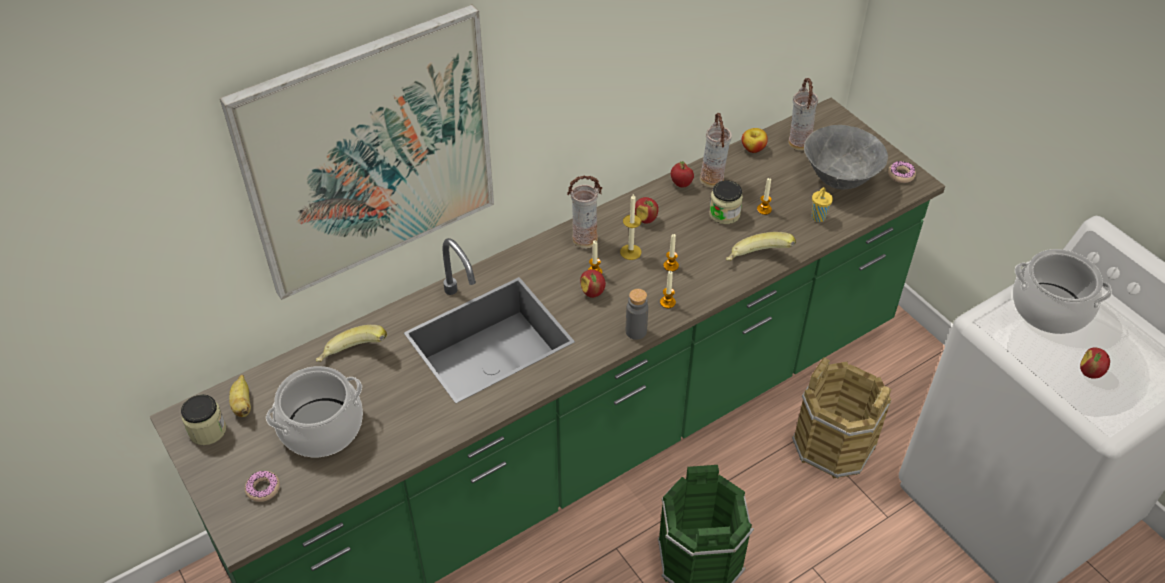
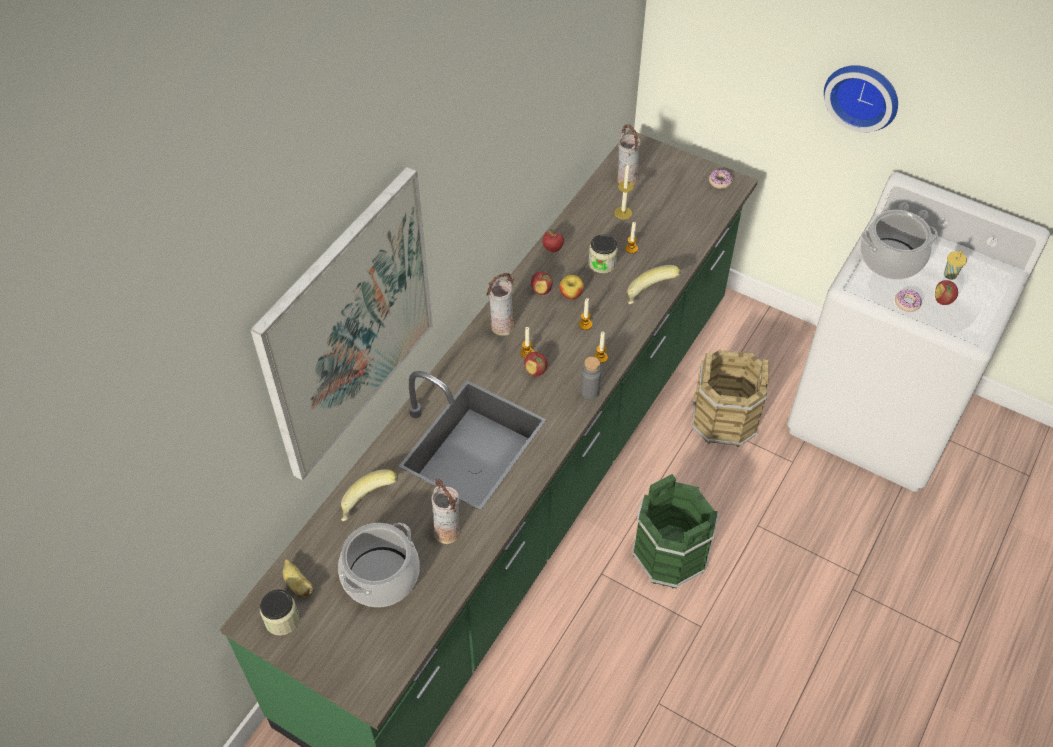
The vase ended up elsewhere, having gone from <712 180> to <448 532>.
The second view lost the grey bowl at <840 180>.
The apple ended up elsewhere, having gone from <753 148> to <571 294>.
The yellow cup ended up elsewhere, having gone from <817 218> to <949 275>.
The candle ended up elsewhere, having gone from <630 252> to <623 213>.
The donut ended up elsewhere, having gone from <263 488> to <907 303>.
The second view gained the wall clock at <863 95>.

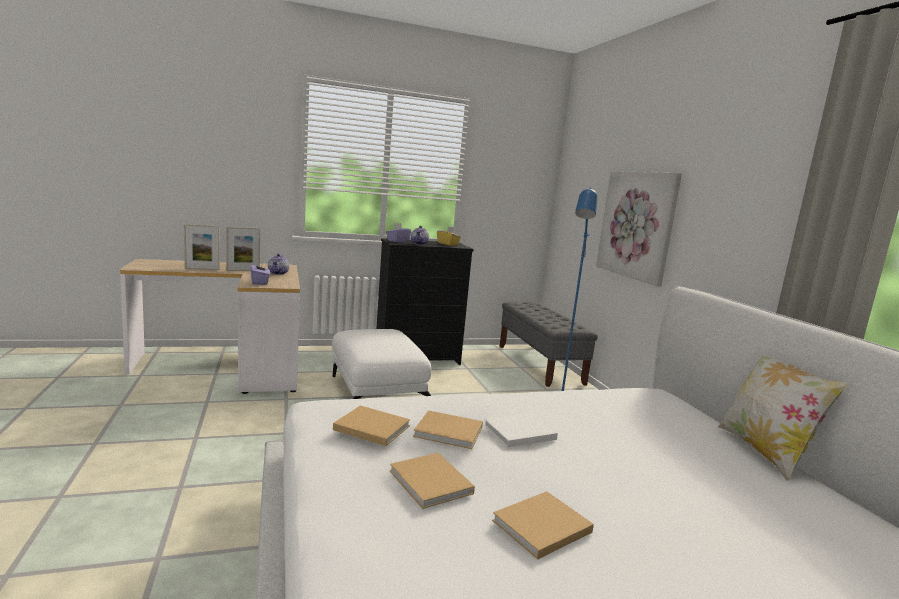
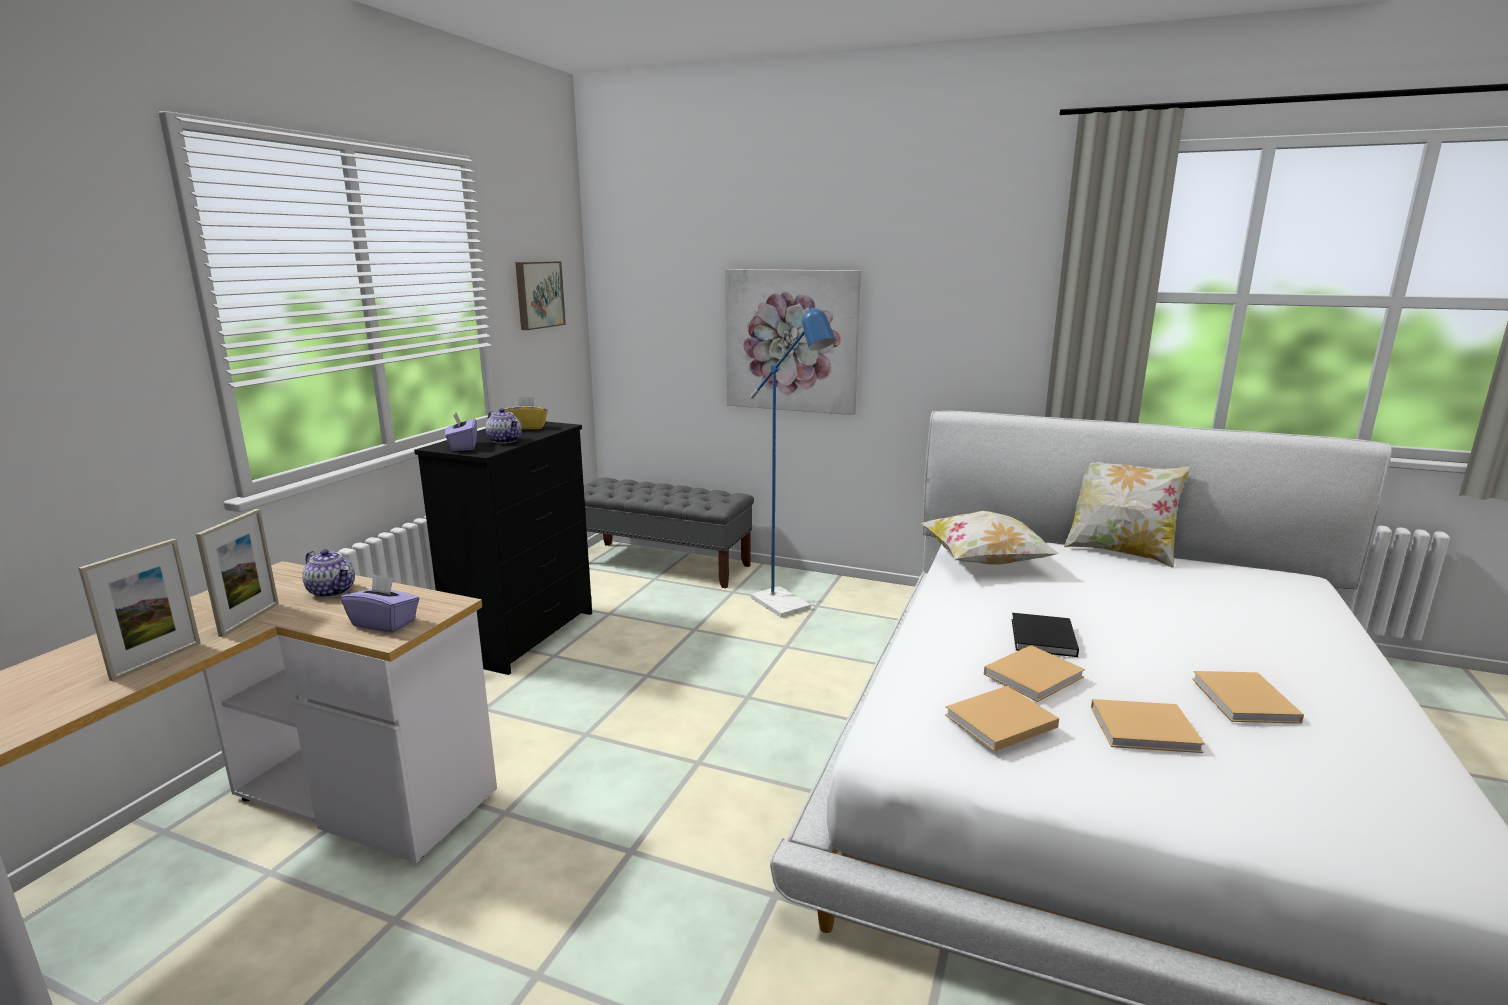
The second view lost the white ottoman at <376 392>.
What was the white book at <517 432> turned into the black book at <1043 638>.
The second view gained the picture at <538 294>.
The second view gained the pillow at <984 562>.

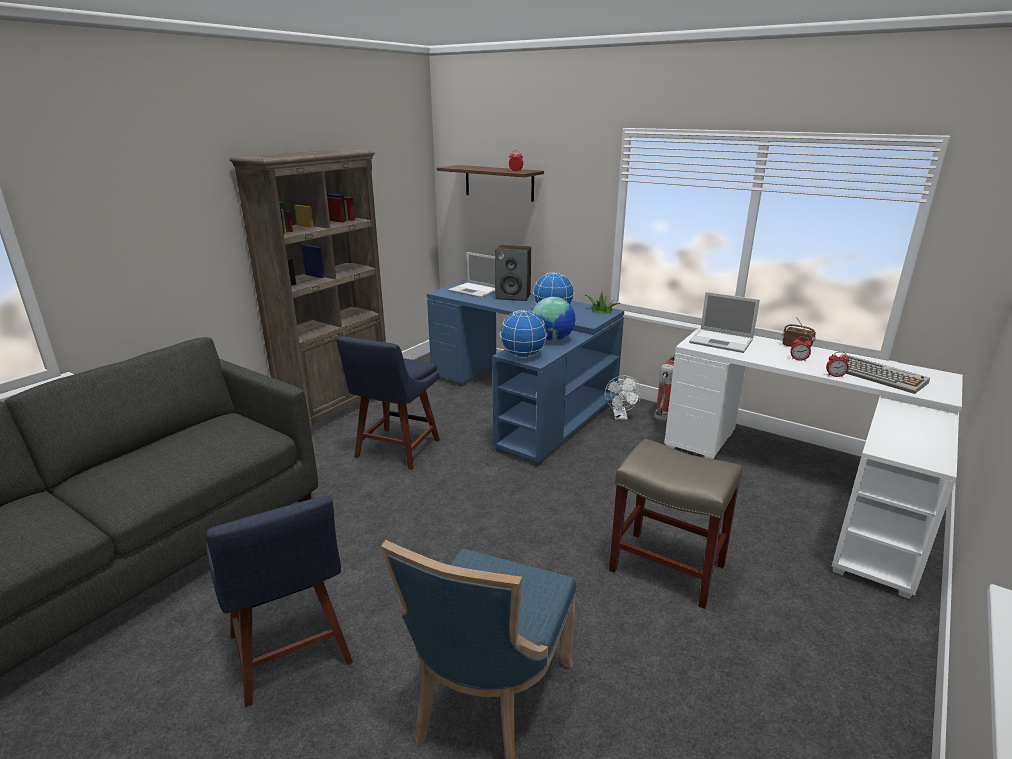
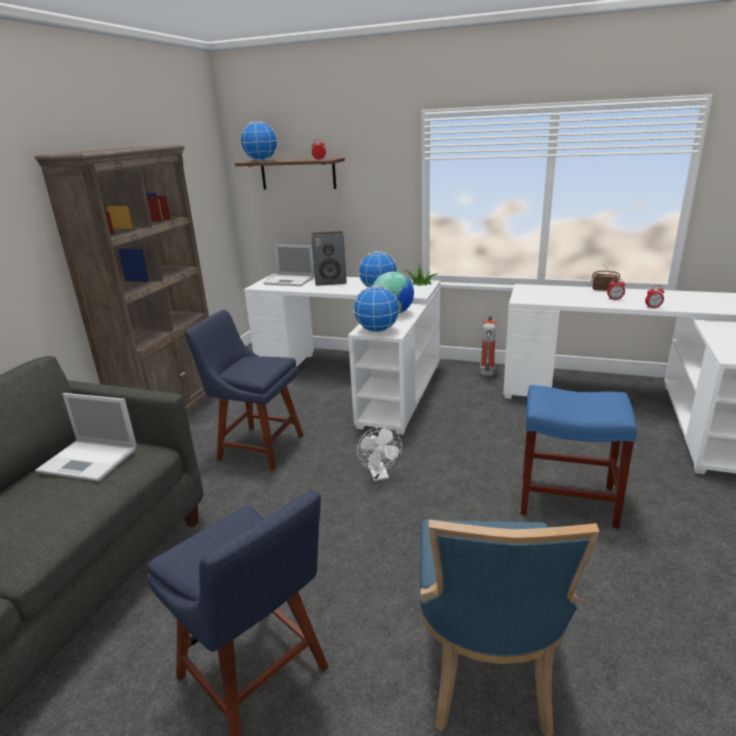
What was the blue desk at <526 401> turned into the white desk at <358 379>.
The laptop ended up elsewhere, having gone from <722 341> to <90 460>.
The blue chair at <395 450> ended up facing another way, 105 degrees clockwise from before.
The second view lost the keyboard at <877 375>.
The white fan ended up elsewhere, having gone from <620 416> to <379 475>.
What was the beige stool at <665 567> turned into the blue stool at <565 500>.
The second view gained the globe at <261 160>.

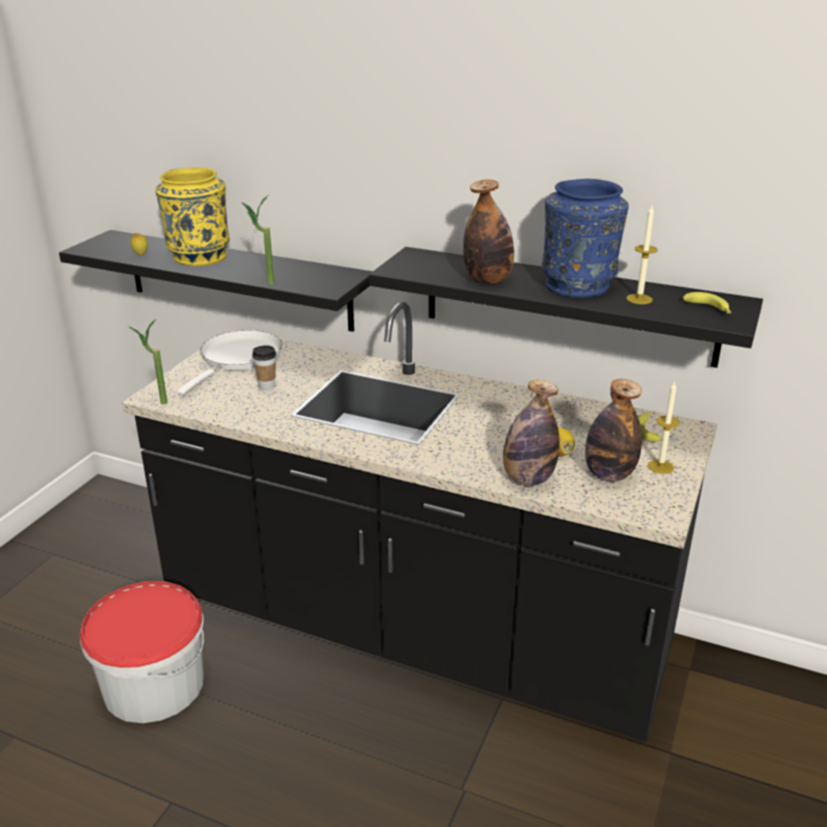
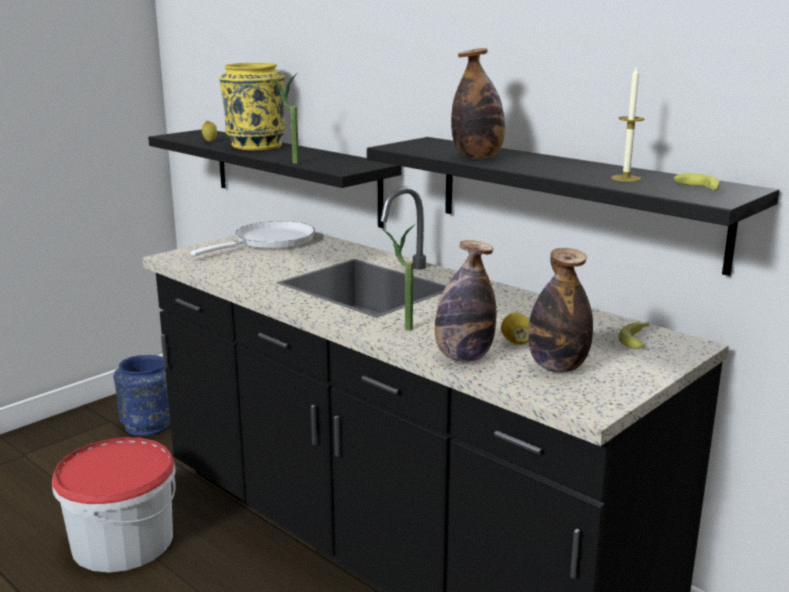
The blue vase ended up elsewhere, having gone from <578 285> to <148 426>.
The potted plant ended up elsewhere, having gone from <156 403> to <400 328>.
The second view lost the cup at <267 386>.
The second view lost the candle at <660 467>.

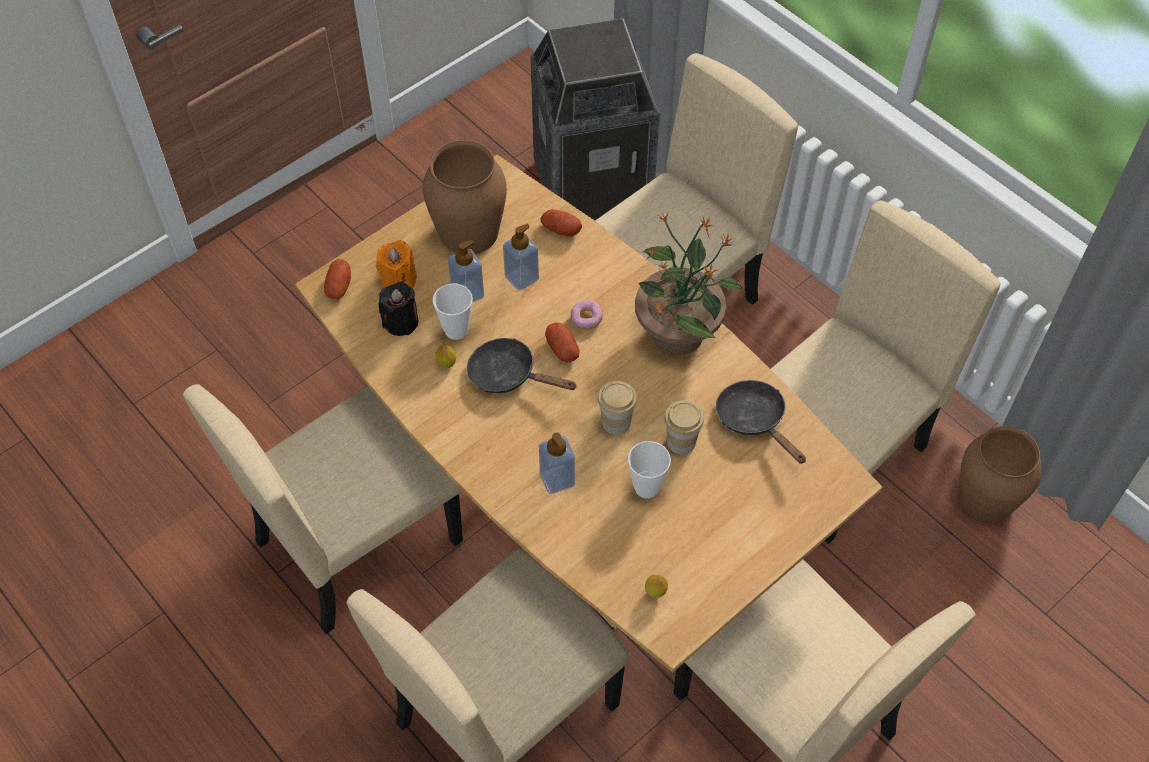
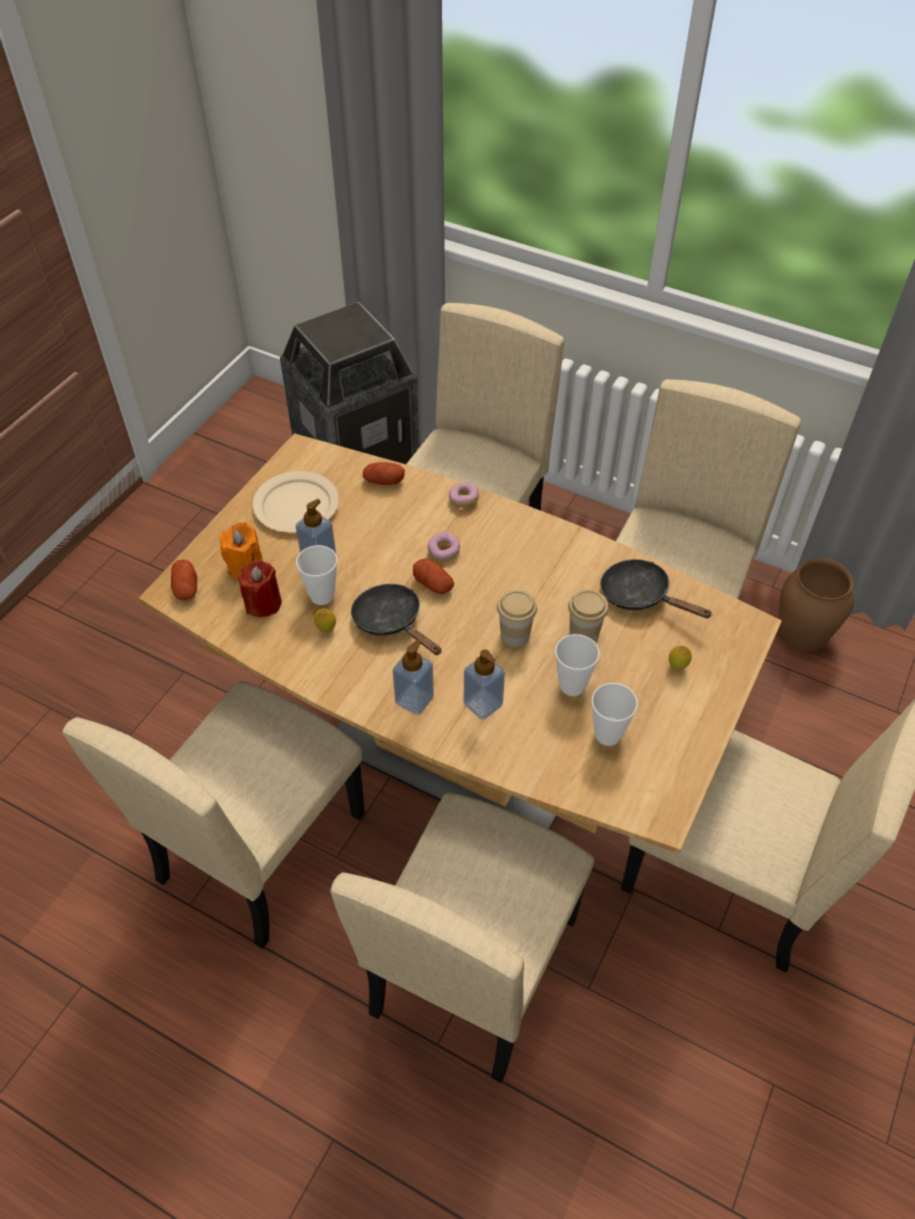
Where the brown vase stood at <469 231>, the beige plate came to stand at <297 505>.
The second view lost the potted plant at <678 332>.
The soap dispenser ended up elsewhere, having gone from <521 278> to <414 700>.
What was the black candle at <401 322> turned into the red candle at <263 603>.
The black frying pan at <508 375> ended up facing another way, 45 degrees clockwise from before.
The lemon ended up elsewhere, having gone from <655 593> to <677 667>.
The second view gained the donut at <463 500>.
The second view gained the cup at <607 734>.

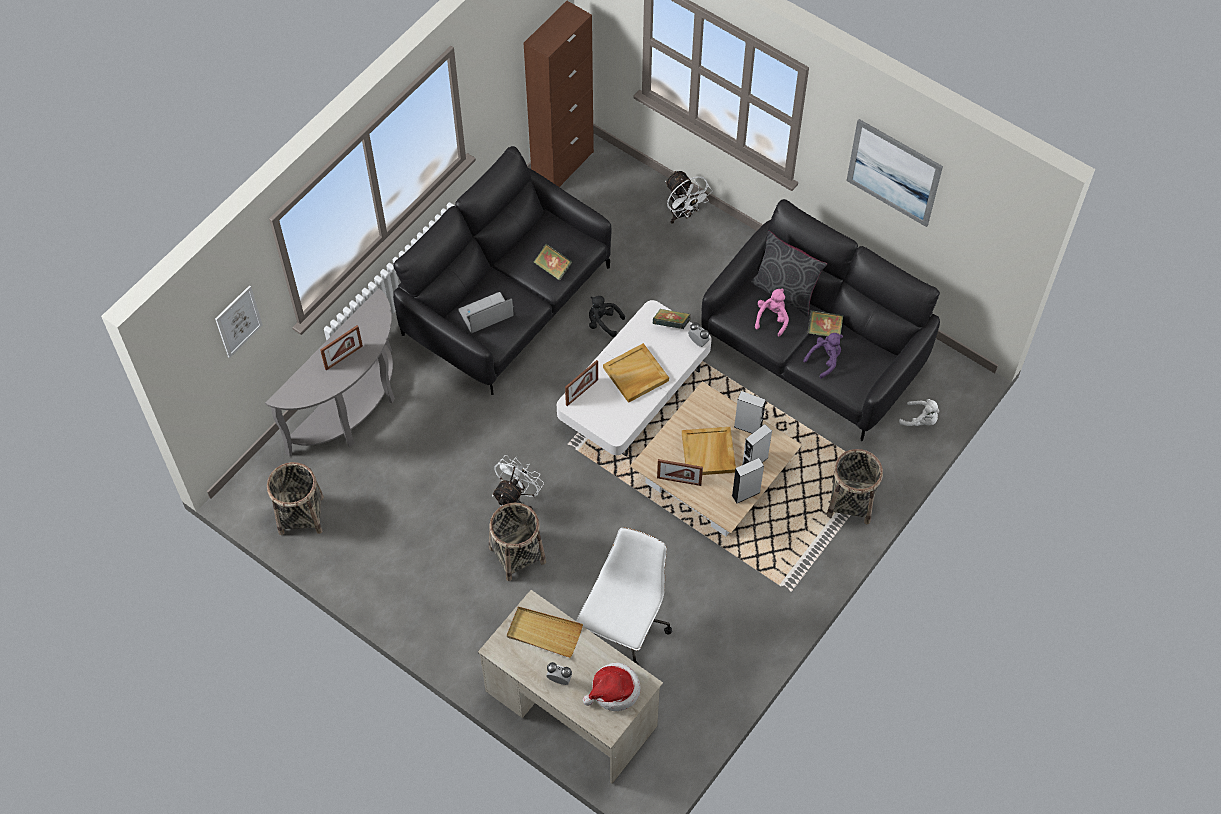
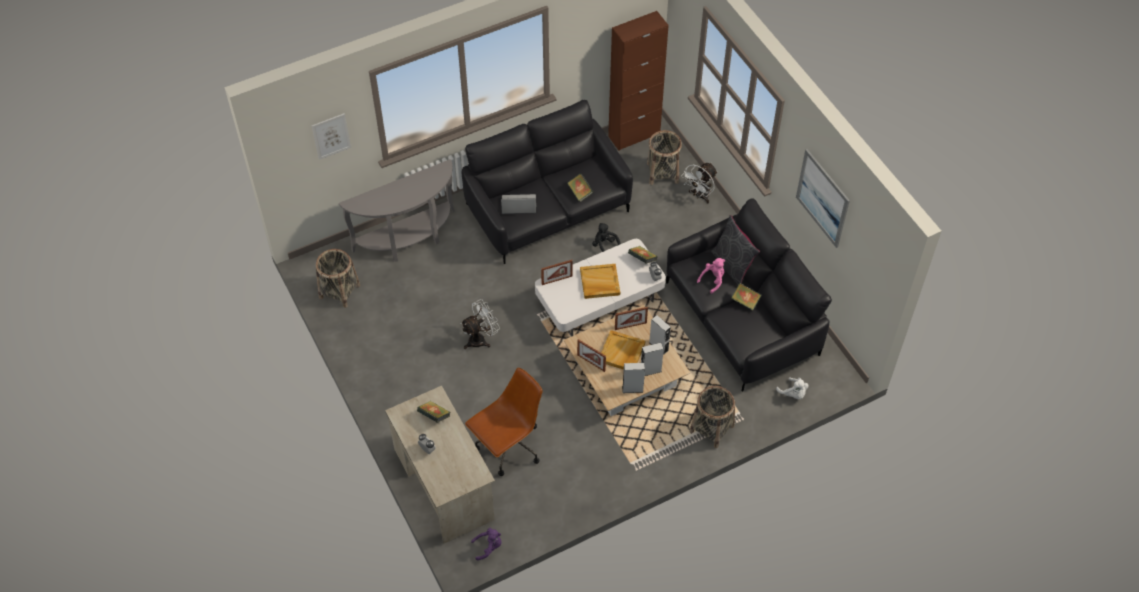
The white fan at <683 214> ended up facing another way, 45 degrees clockwise from before.
The picture frame ended up elsewhere, having gone from <344 357> to <630 326>.
The purple plush toy ended up elsewhere, having gone from <825 360> to <488 547>.
The basket ended up elsewhere, having gone from <517 554> to <663 173>.
What was the white office chair at <624 628> turned into the brown office chair at <508 447>.
Where the beige tray stood at <544 633>, the book came to stand at <434 416>.
The second view lost the hat at <614 691>.

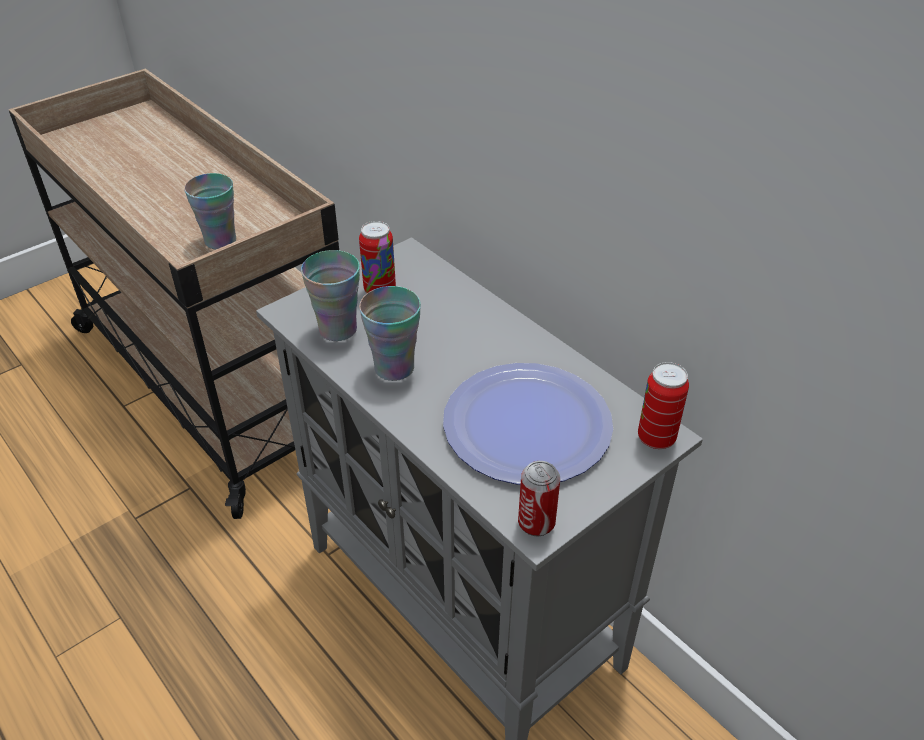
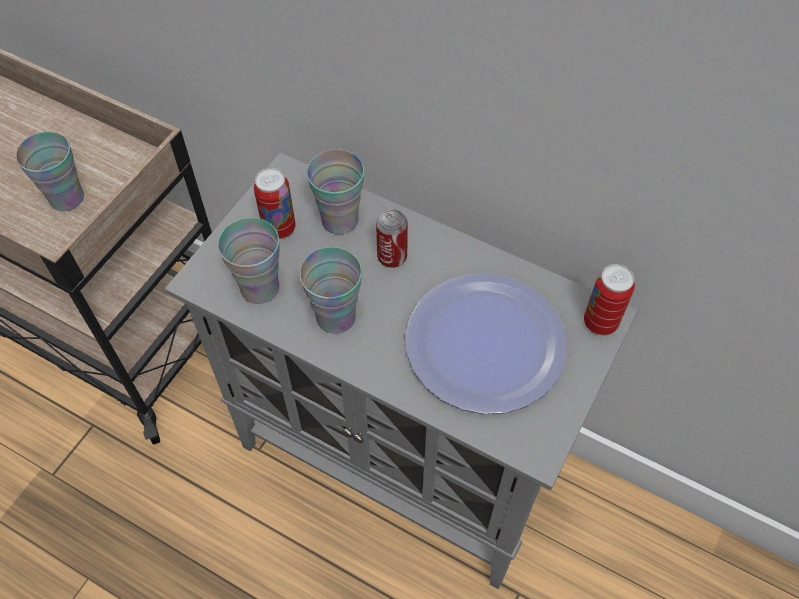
The can ended up elsewhere, having gone from <536 523> to <392 257>.
The second view gained the cup at <340 220>.

